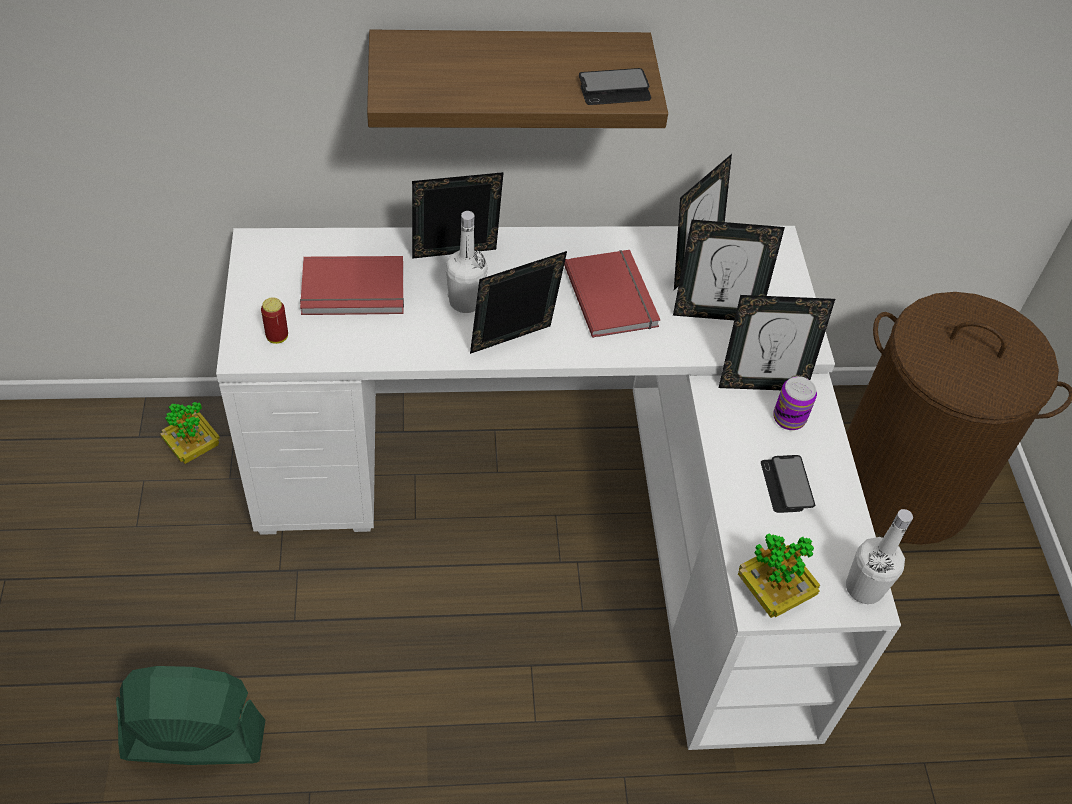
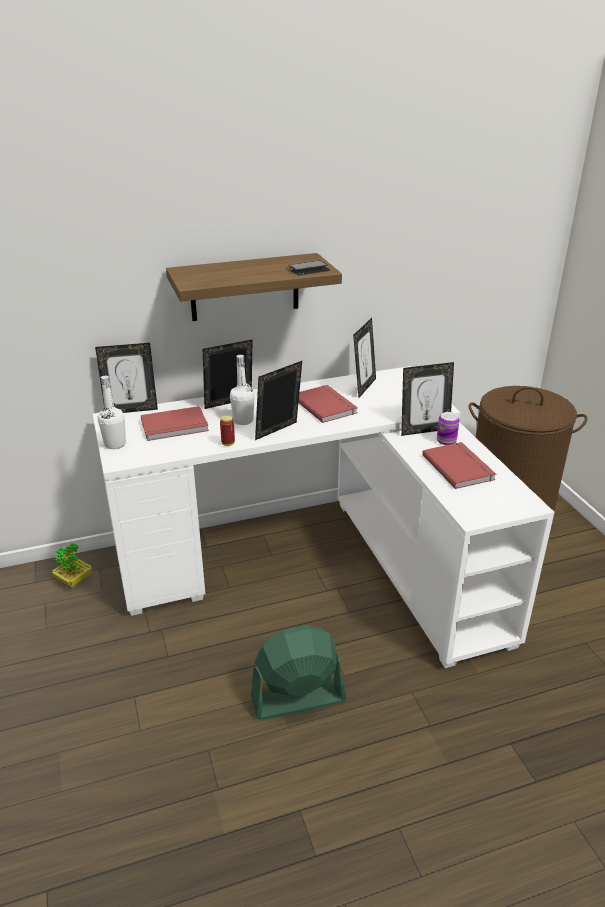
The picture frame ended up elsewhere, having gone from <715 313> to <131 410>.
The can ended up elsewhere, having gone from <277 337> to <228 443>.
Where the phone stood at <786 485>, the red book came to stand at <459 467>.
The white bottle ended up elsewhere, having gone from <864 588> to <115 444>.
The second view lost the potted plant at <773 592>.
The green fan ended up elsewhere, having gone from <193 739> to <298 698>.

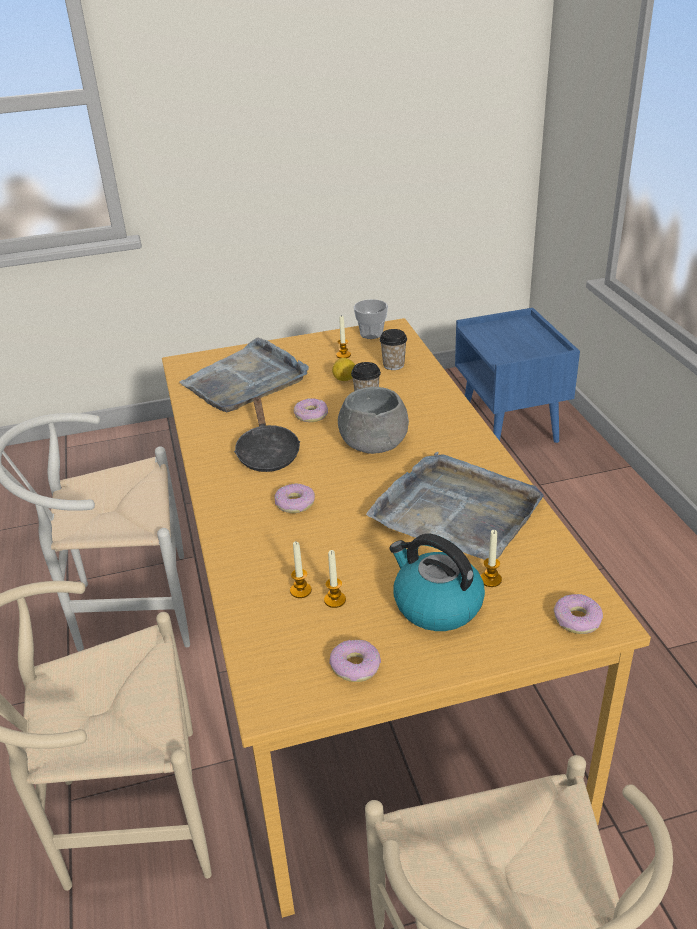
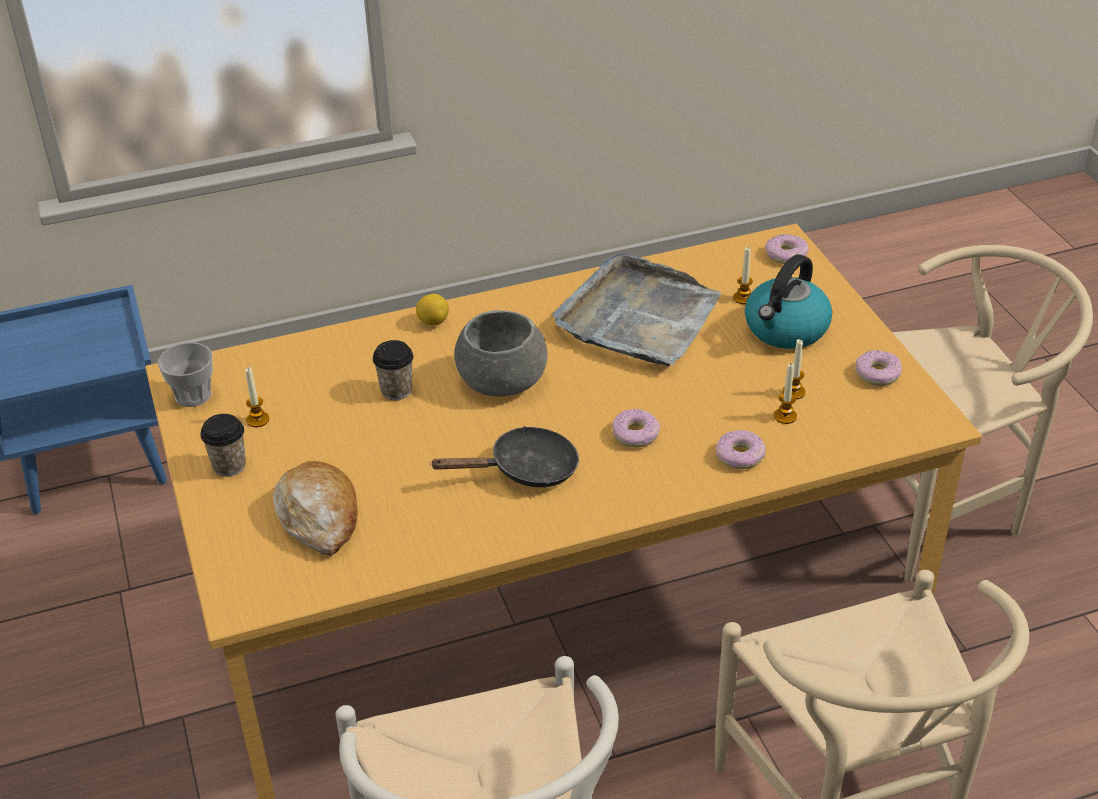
The cup ended up elsewhere, having gone from <393 365> to <229 466>.
Where the grey tray stood at <246 380>, the bread came to stand at <319 517>.
The lemon ended up elsewhere, having gone from <345 379> to <433 322>.
The donut ended up elsewhere, having gone from <311 415> to <740 456>.

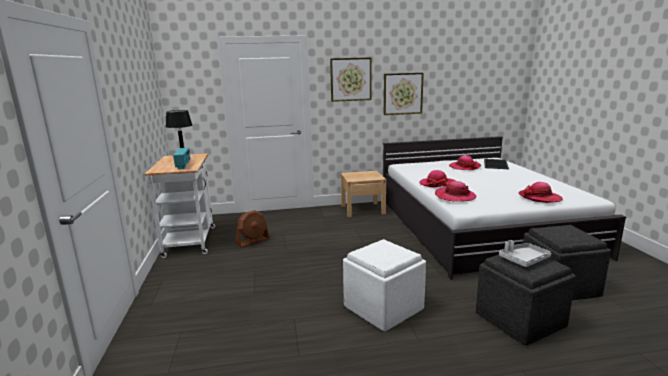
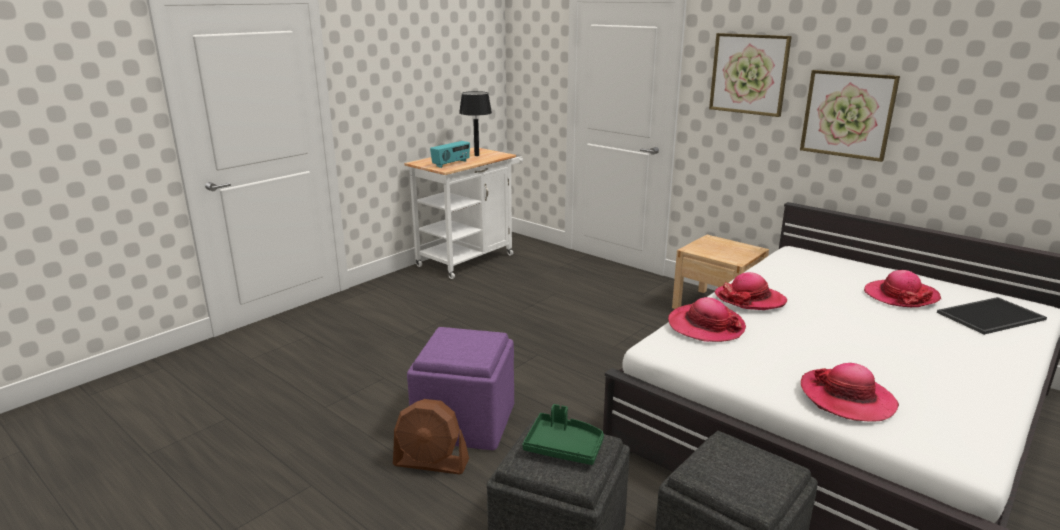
The brown fan ended up elsewhere, having gone from <252 241> to <431 463>.
What was the white ottoman at <383 307> turned into the purple ottoman at <466 421>.
What was the grey tray at <523 259> turned into the green tray at <564 447>.

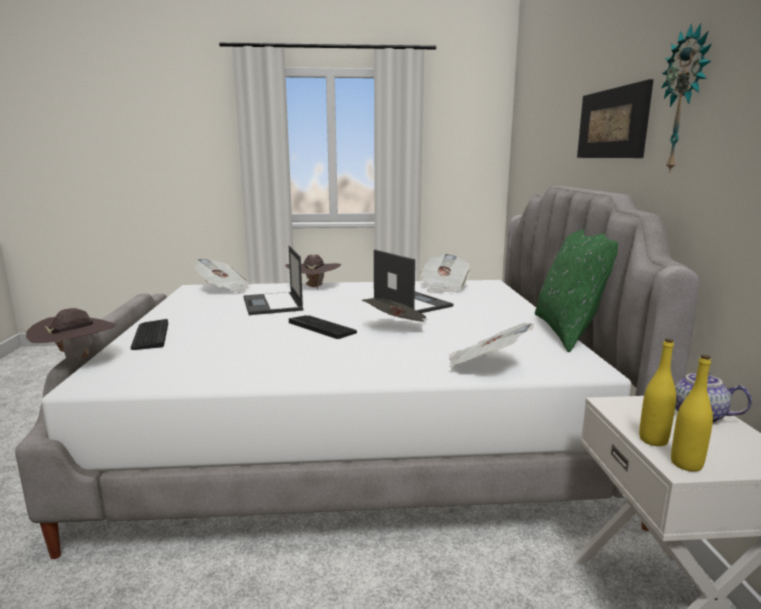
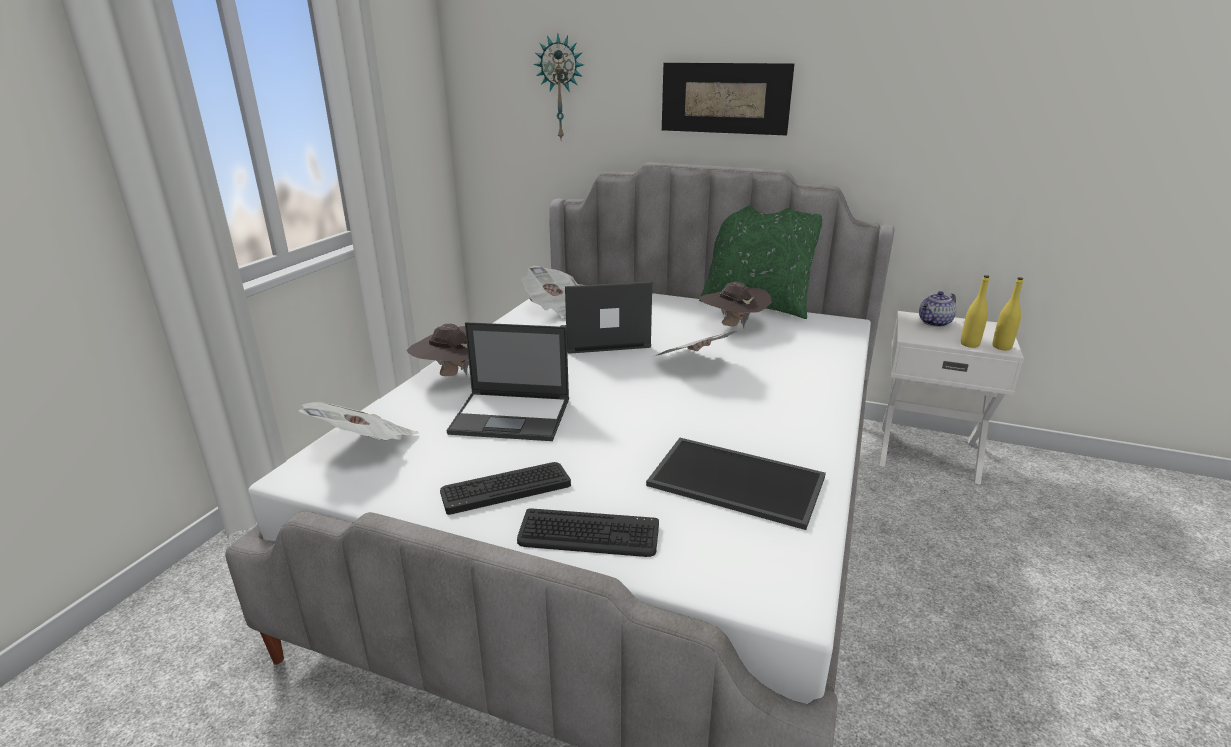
The wall clock ended up elsewhere, having gone from <685 101> to <561 88>.
The brown hat ended up elsewhere, having gone from <77 359> to <732 326>.
The keyboard ended up elsewhere, having gone from <322 327> to <505 487>.
The second view lost the newspaper at <485 365>.
The second view gained the tray at <733 482>.

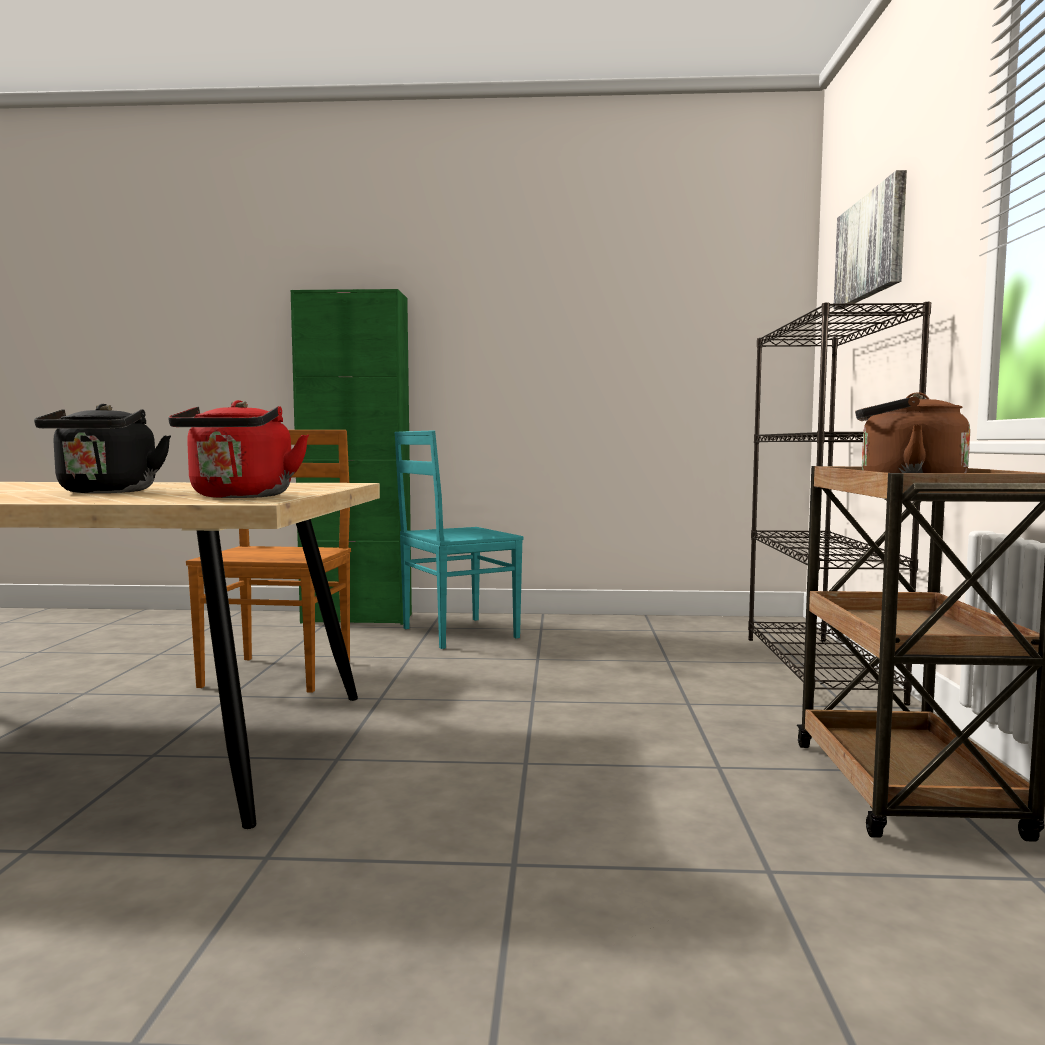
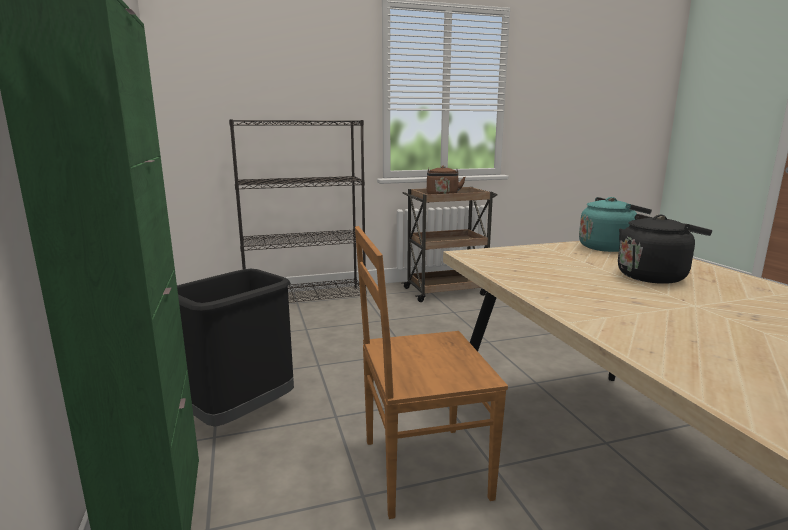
The second view lost the picture at <871 246>.
What was the red kettle at <240 497> turned into the turquoise kettle at <608 247>.
Where the turquoise chair stood at <456 633>, the black trash can came to stand at <241 415>.

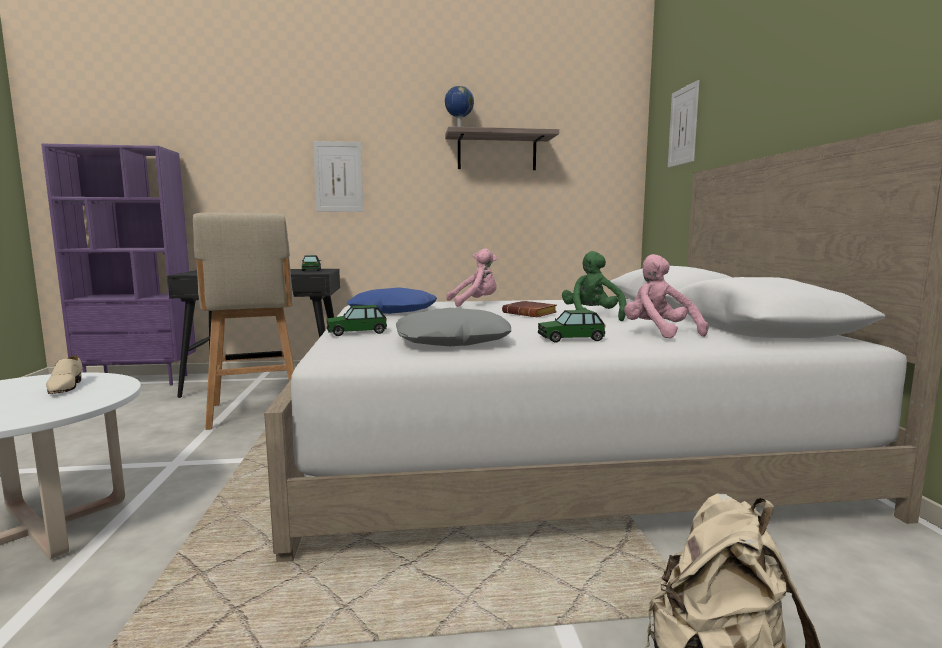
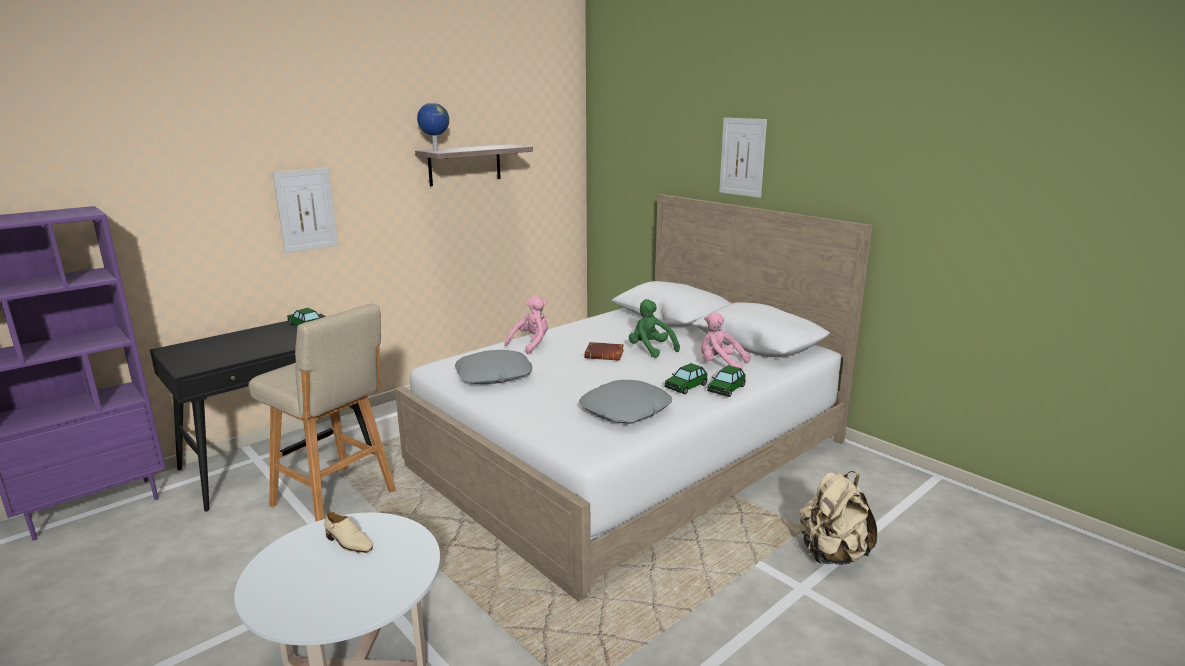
The picture ended up elsewhere, having gone from <683 126> to <742 157>.
What was the blue pillow at <392 311> turned into the grey pillow at <494 375>.
The toy car ended up elsewhere, having gone from <356 332> to <726 389>.

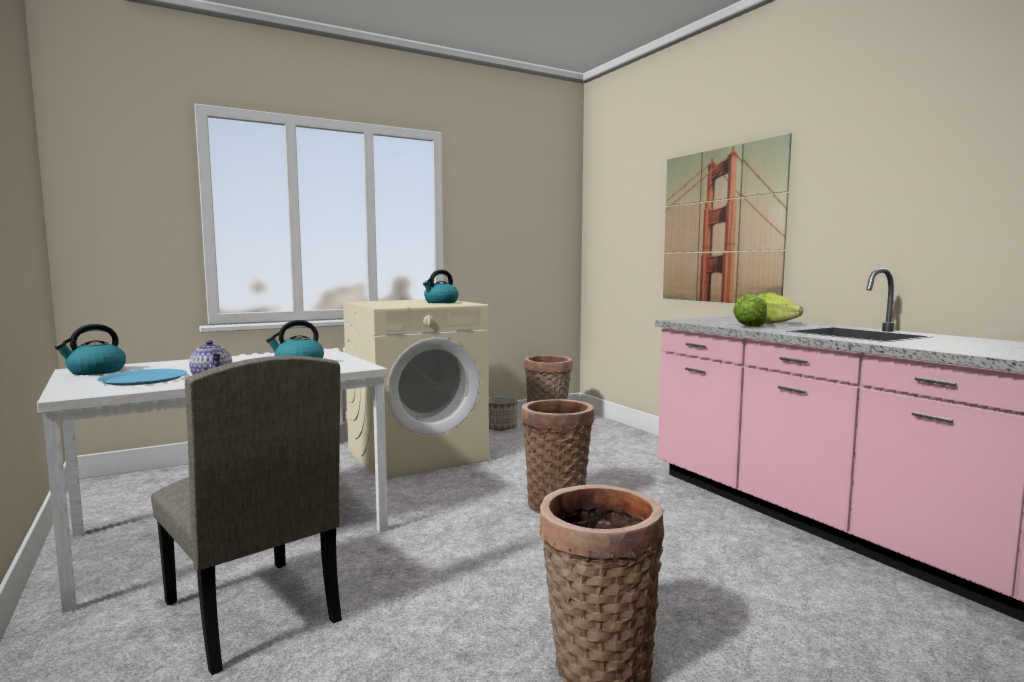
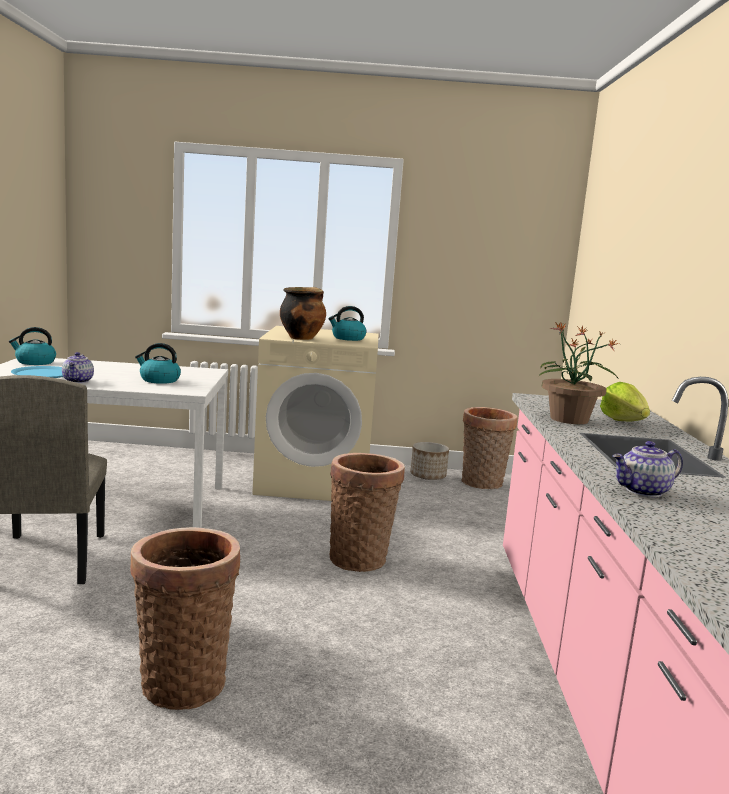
The second view lost the picture at <720 226>.
Where the lettuce stood at <750 326>, the potted plant came to stand at <569 420>.
The second view gained the cooking pot at <301 338>.
The second view gained the teapot at <643 492>.

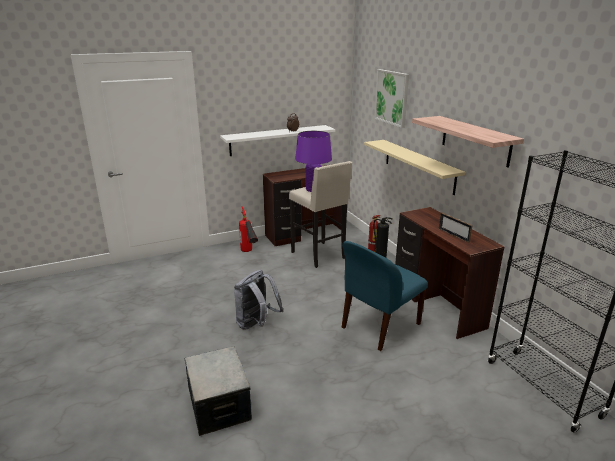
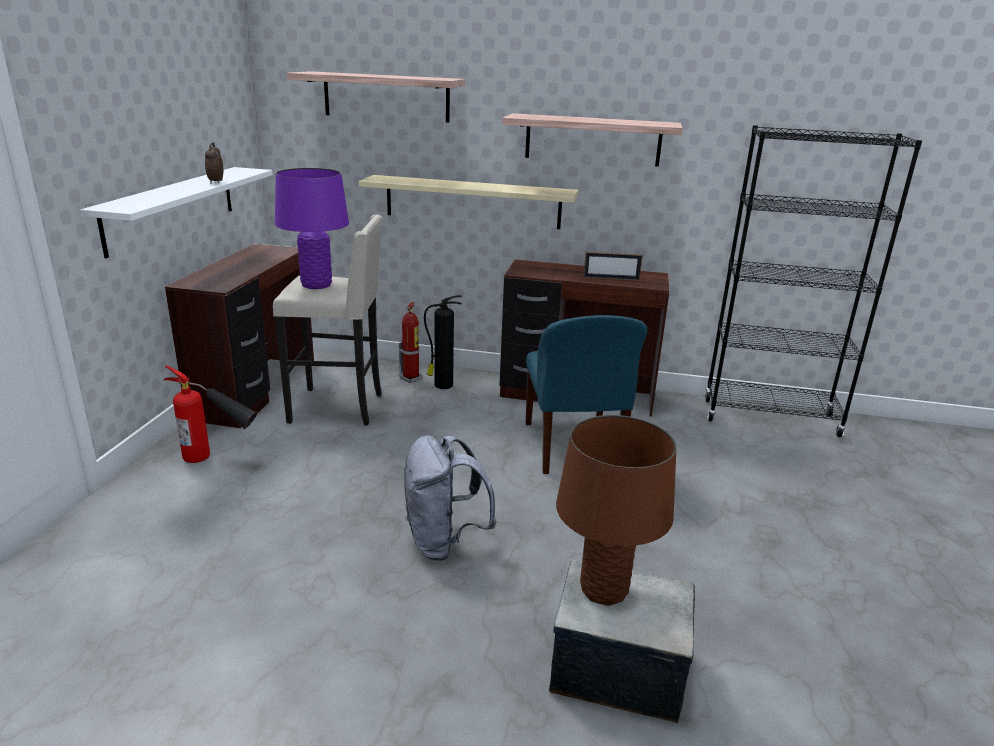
Where the picture hung at <392 97>, the shelf came to hang at <386 97>.
The second view gained the brown table lamp at <604 590>.

